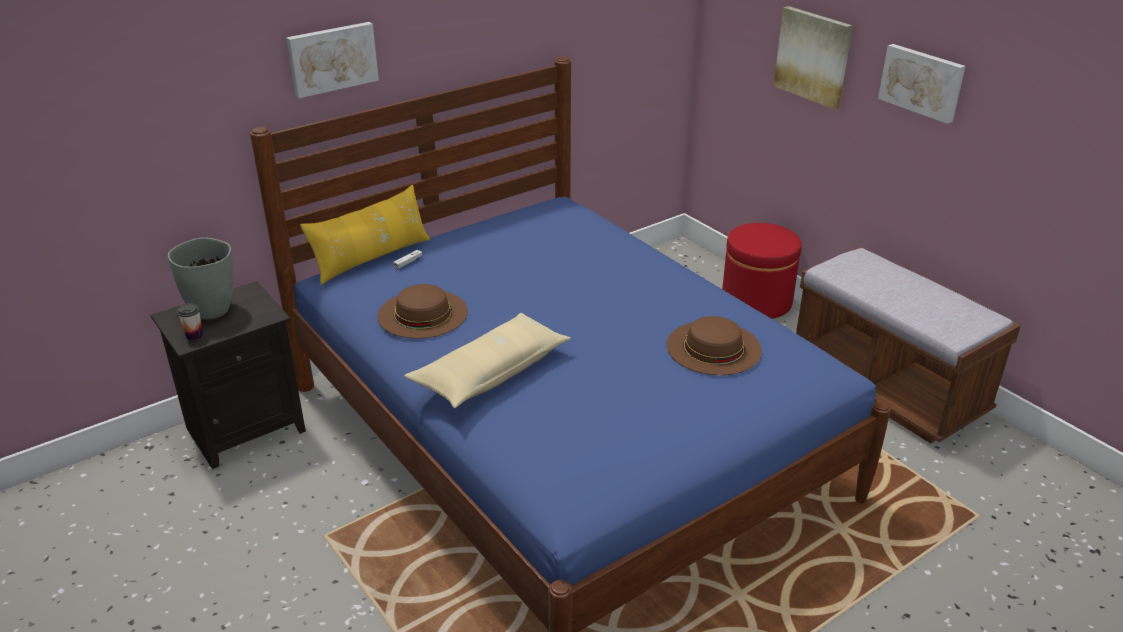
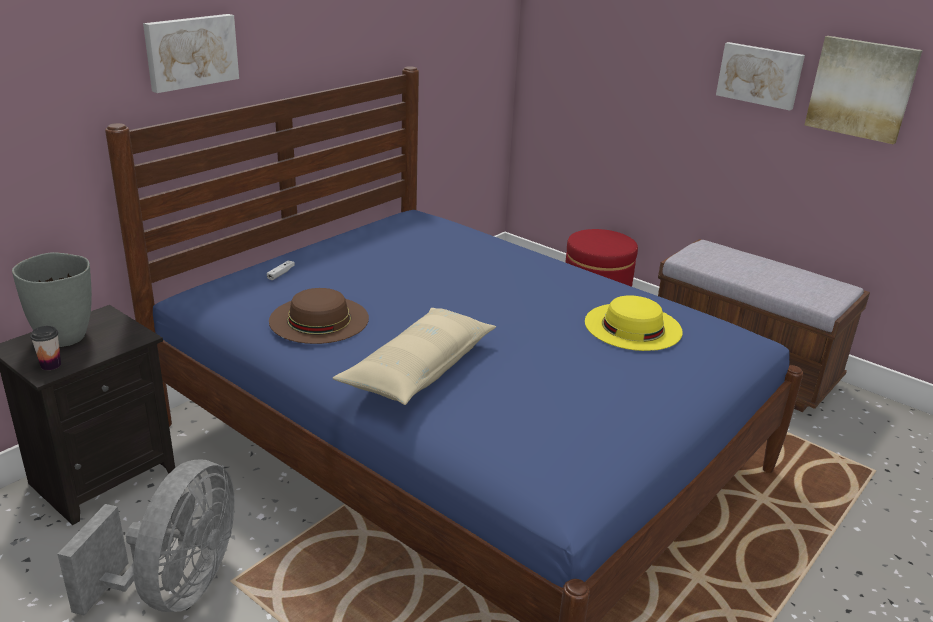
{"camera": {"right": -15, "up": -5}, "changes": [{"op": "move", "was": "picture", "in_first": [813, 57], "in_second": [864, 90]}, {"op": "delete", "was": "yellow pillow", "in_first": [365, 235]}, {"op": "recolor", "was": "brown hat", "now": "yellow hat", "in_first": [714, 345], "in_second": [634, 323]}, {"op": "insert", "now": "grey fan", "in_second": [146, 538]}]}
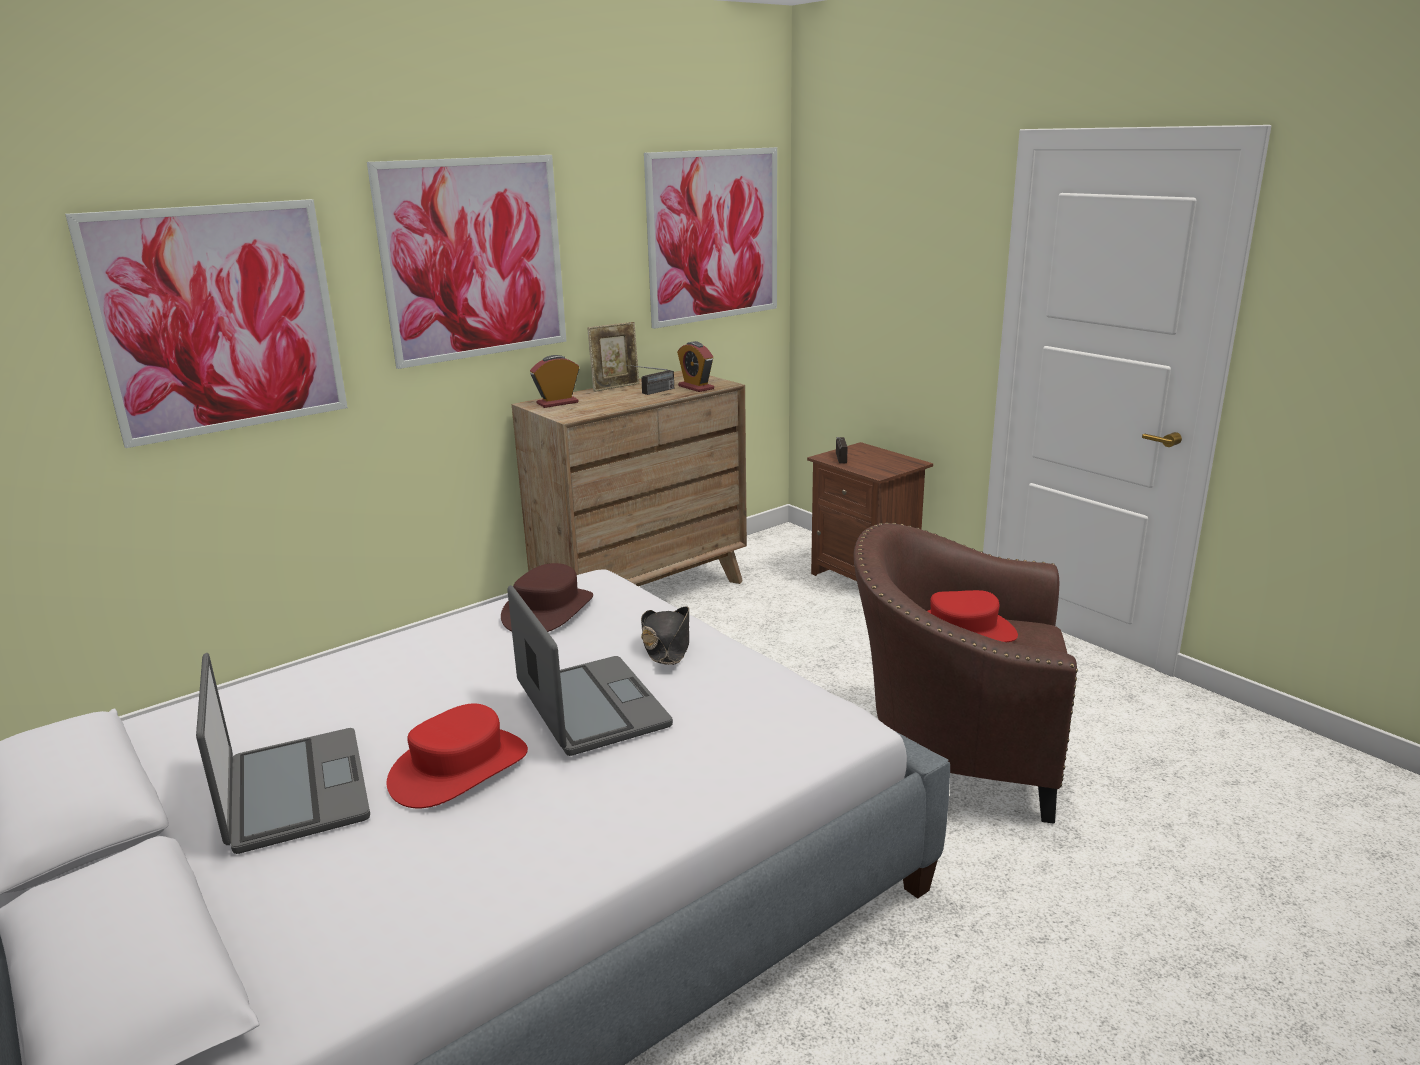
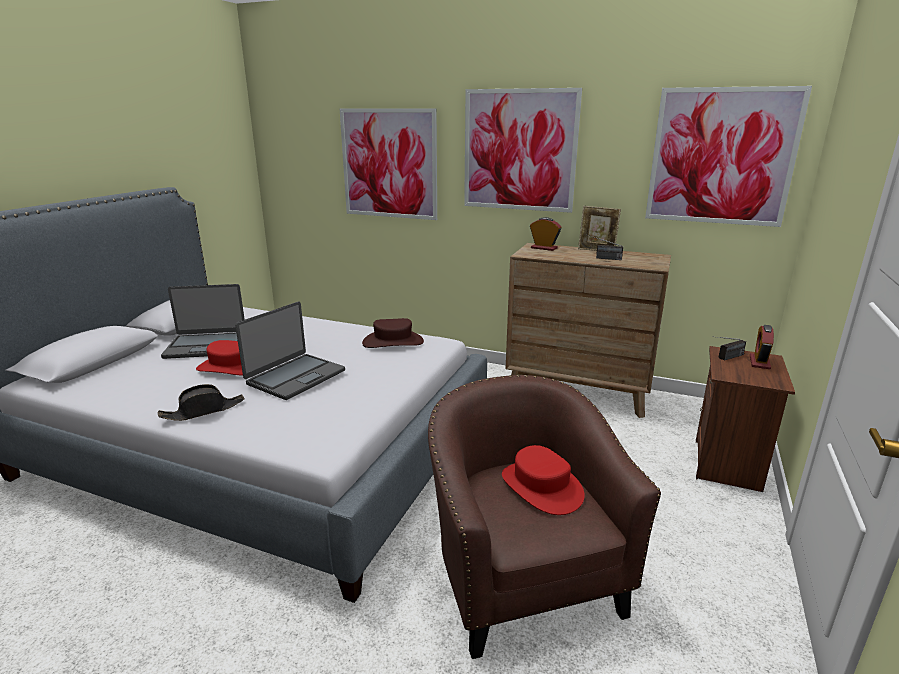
{"camera": {"right": 60, "up": 0}, "changes": [{"op": "move", "was": "alarm clock", "in_first": [695, 366], "in_second": [762, 347]}, {"op": "move", "was": "black hat", "in_first": [665, 635], "in_second": [200, 402]}, {"op": "rotate", "was": "laptop", "in_first": [283, 753], "in_second": [203, 321], "clockwise": 45}]}
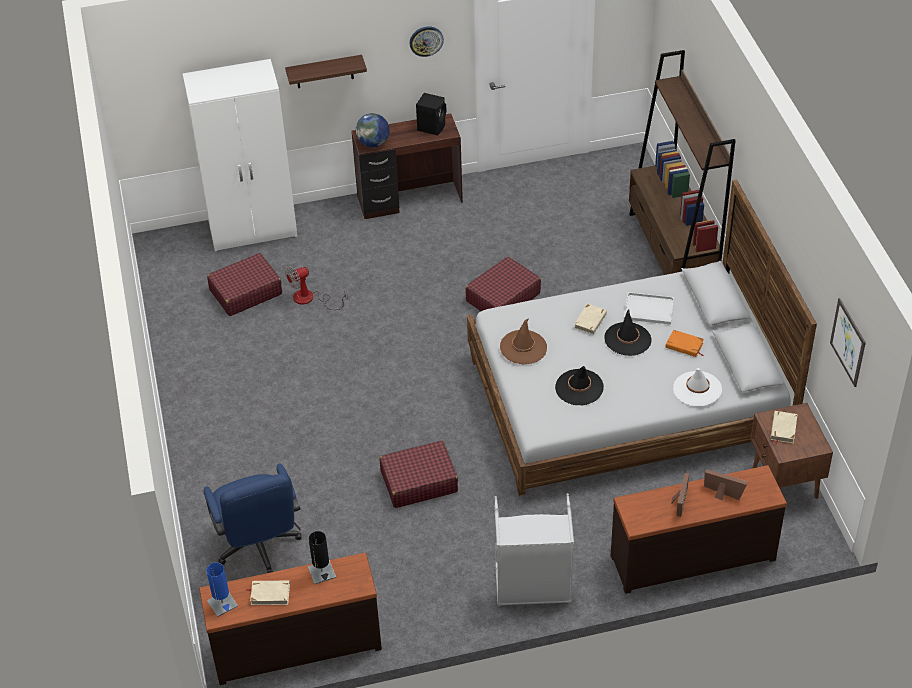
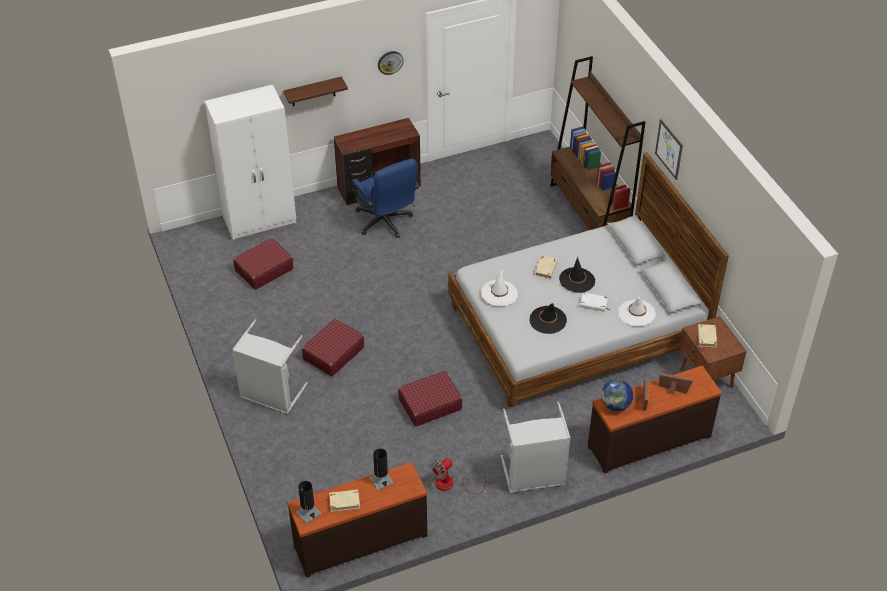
{"camera": {"right": -10, "up": 0}, "changes": [{"op": "delete", "was": "black speaker", "in_first": [431, 114]}, {"op": "move", "was": "globe", "in_first": [373, 130], "in_second": [617, 395]}, {"op": "move", "was": "red suitcase", "in_first": [503, 284], "in_second": [333, 348]}, {"op": "move", "was": "fan", "in_first": [316, 287], "in_second": [459, 476]}, {"op": "delete", "was": "white tray", "in_first": [649, 308]}, {"op": "move", "was": "picture", "in_first": [848, 342], "in_second": [669, 149]}, {"op": "recolor", "was": "brown hat", "now": "white hat", "in_first": [523, 341], "in_second": [499, 288]}, {"op": "delete", "was": "orange book", "in_first": [685, 343]}, {"op": "move", "was": "blue office chair", "in_first": [253, 518], "in_second": [386, 198]}, {"op": "recolor", "was": "blue table lamp", "now": "black table lamp", "in_first": [222, 590], "in_second": [308, 502]}, {"op": "insert", "now": "white book", "in_second": [595, 302]}, {"op": "insert", "now": "grey laundry basket", "in_second": [270, 366]}]}
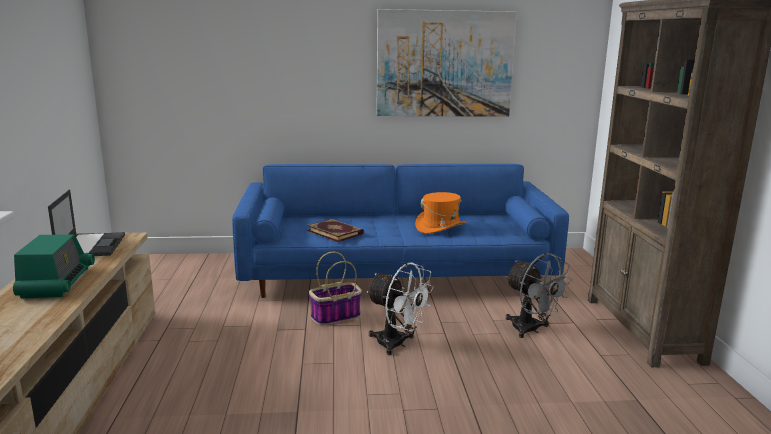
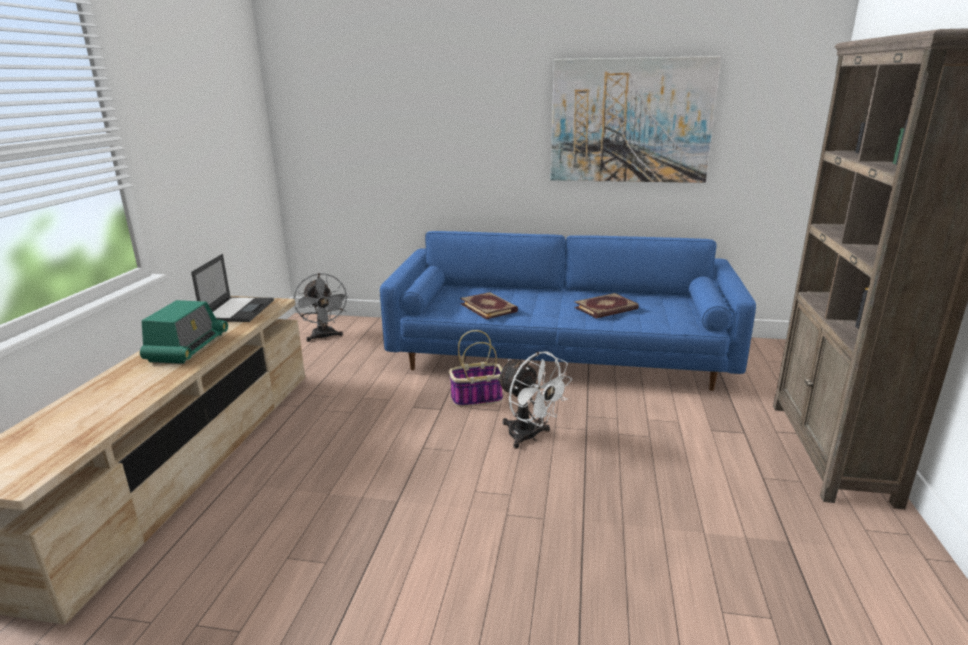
{"camera": {"right": 15, "up": 5}, "changes": [{"op": "replace", "was": "orange hat", "now": "book", "in_first": [440, 213], "in_second": [606, 305]}, {"op": "move", "was": "grey fan", "in_first": [538, 295], "in_second": [321, 307]}]}
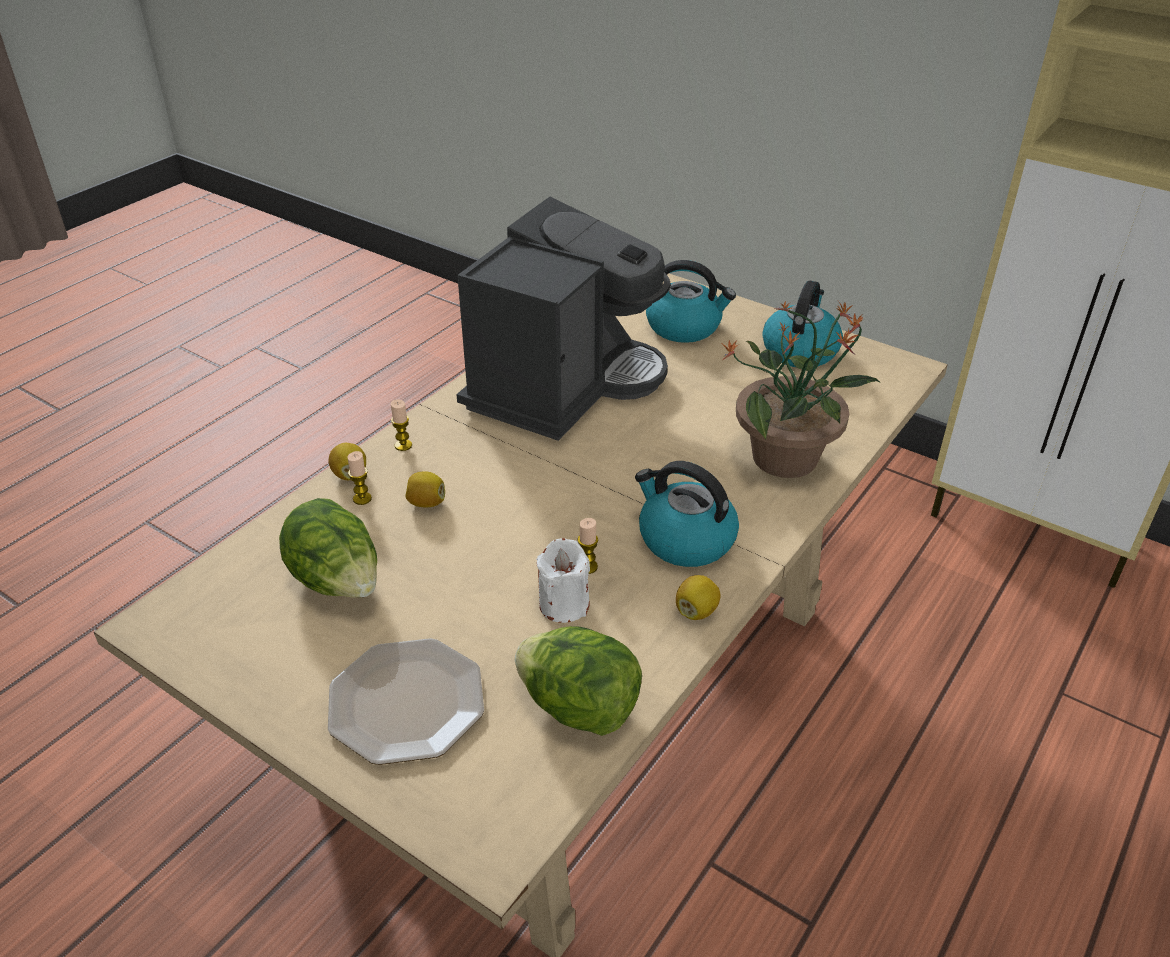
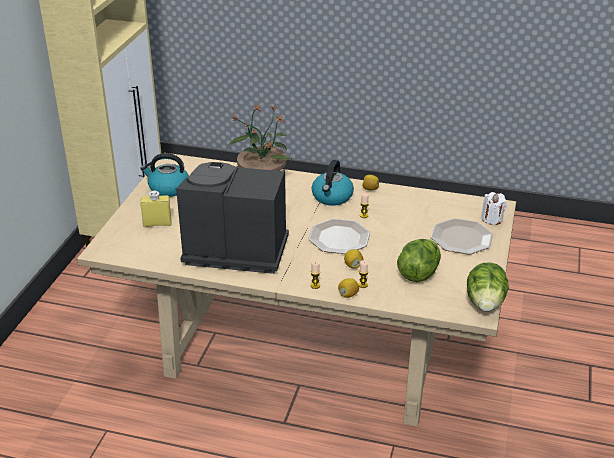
{"camera": {"right": -110, "up": -5}, "changes": [{"op": "replace", "was": "kettle", "now": "yellow bottle", "in_first": [691, 301], "in_second": [156, 208]}, {"op": "move", "was": "white candle", "in_first": [563, 580], "in_second": [494, 208]}, {"op": "move", "was": "lettuce", "in_first": [578, 681], "in_second": [488, 287]}, {"op": "insert", "now": "plate", "in_second": [339, 236]}]}
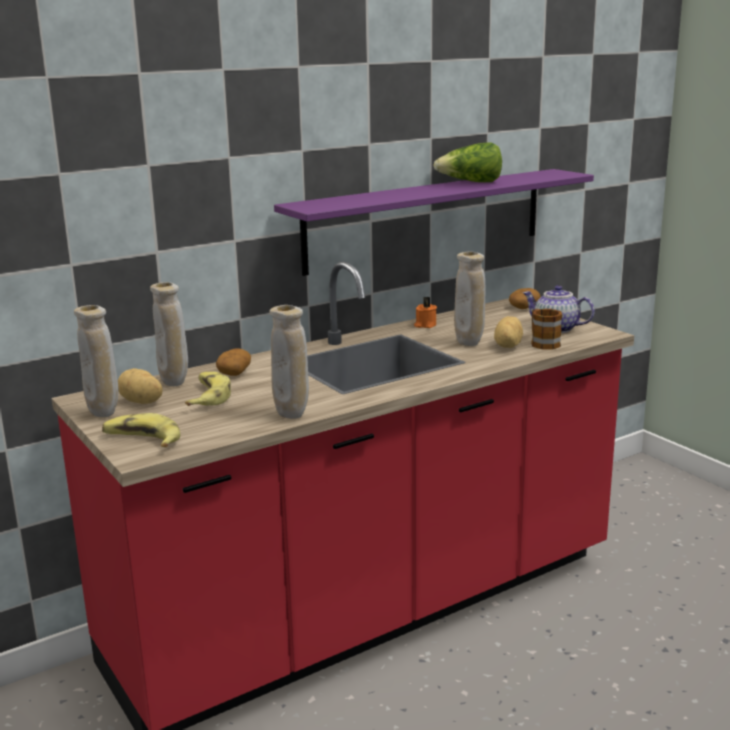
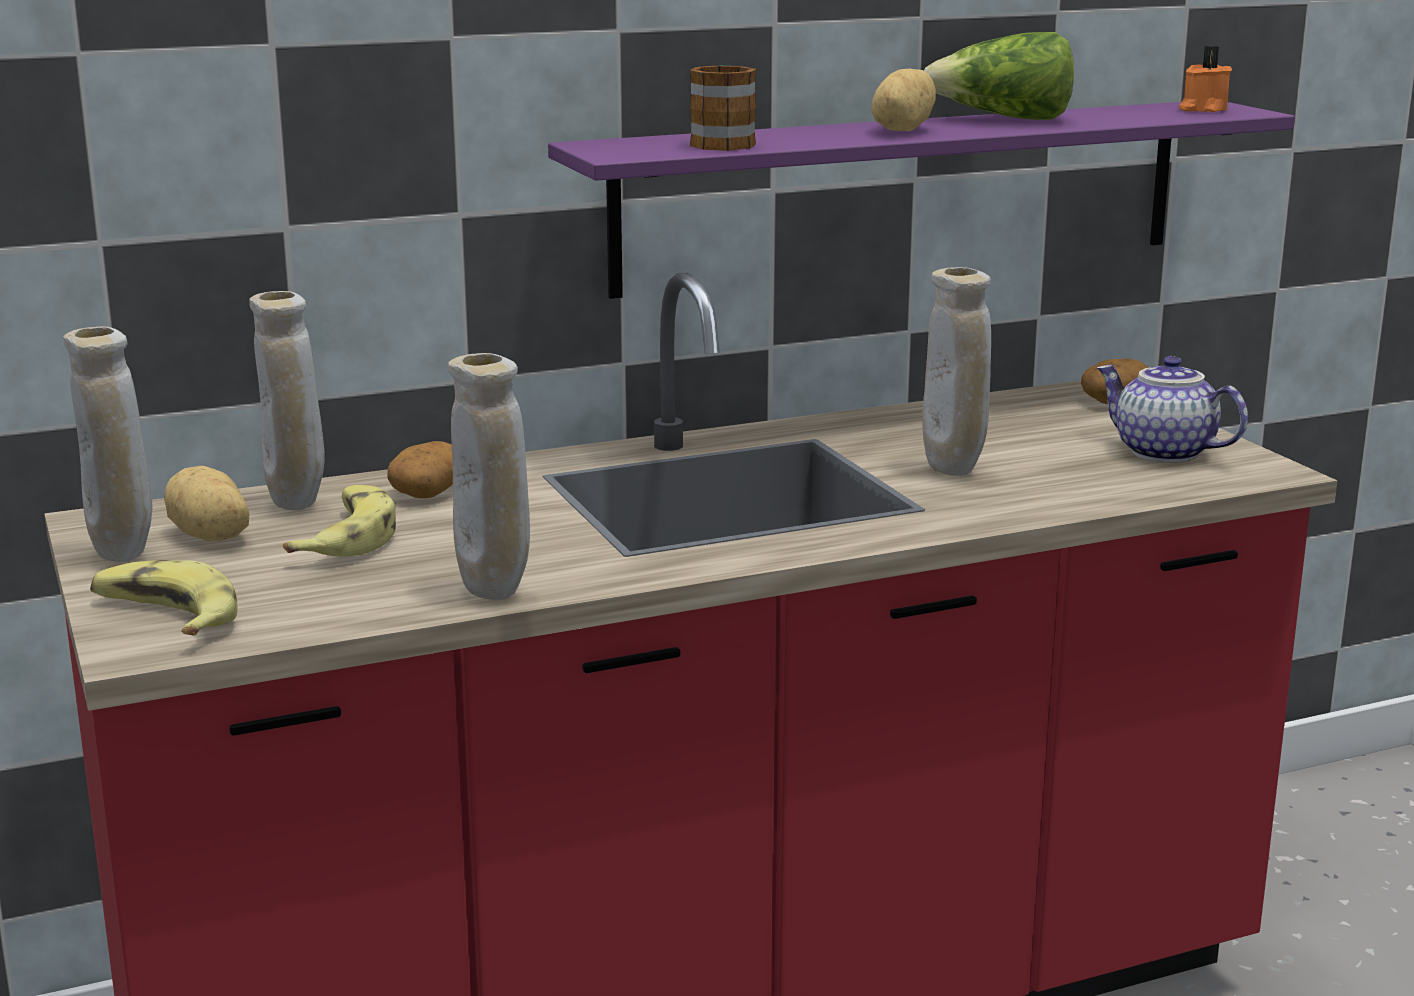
{"camera": {"right": 10, "up": 0}, "changes": [{"op": "move", "was": "orange candle", "in_first": [425, 312], "in_second": [1205, 79]}, {"op": "move", "was": "mug", "in_first": [546, 329], "in_second": [723, 108]}, {"op": "move", "was": "potato", "in_first": [508, 332], "in_second": [903, 99]}]}
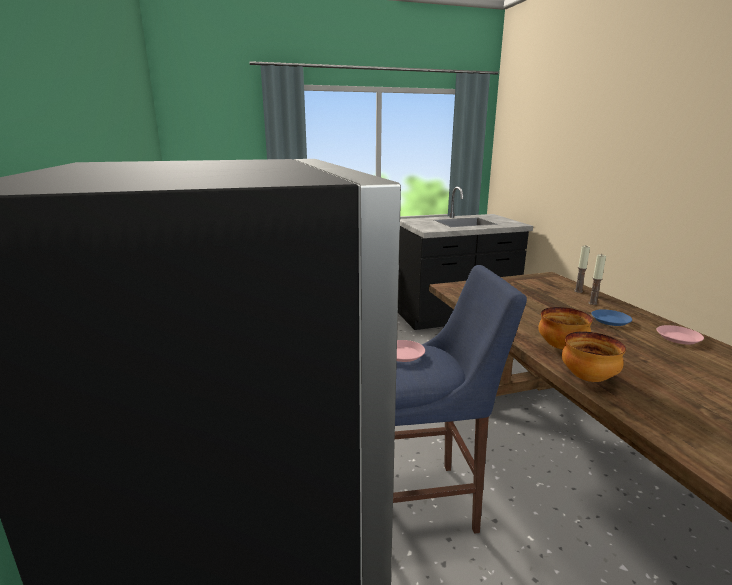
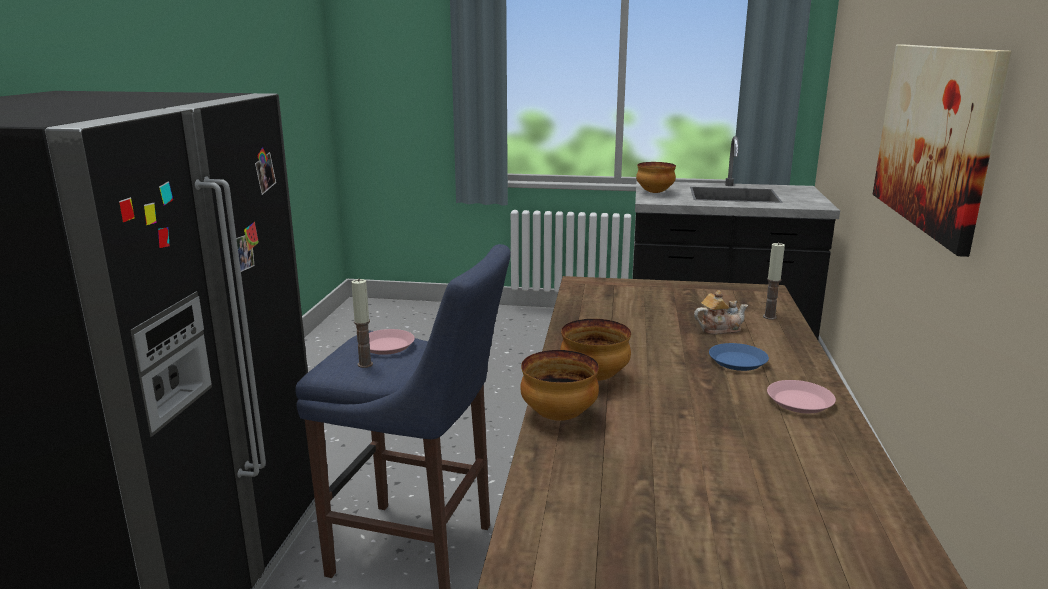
{"camera": {"right": 25, "up": 0}, "changes": [{"op": "move", "was": "candle", "in_first": [597, 279], "in_second": [362, 323]}, {"op": "insert", "now": "picture", "in_second": [942, 151]}, {"op": "insert", "now": "bowl", "in_second": [656, 177]}, {"op": "insert", "now": "teapot", "in_second": [721, 312]}]}
